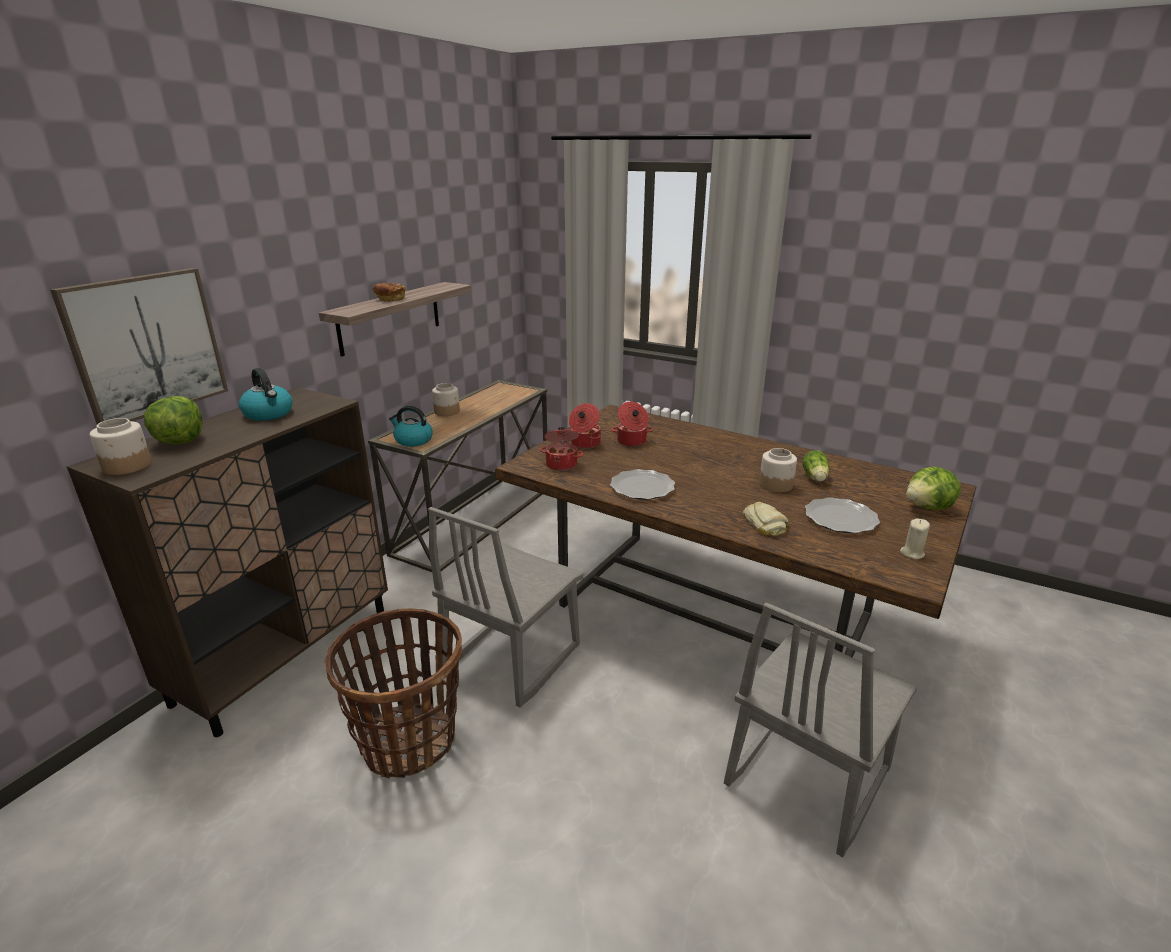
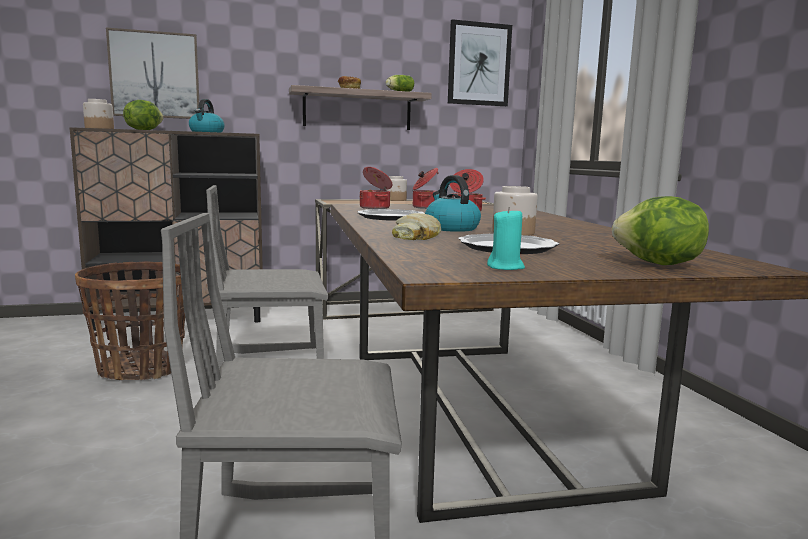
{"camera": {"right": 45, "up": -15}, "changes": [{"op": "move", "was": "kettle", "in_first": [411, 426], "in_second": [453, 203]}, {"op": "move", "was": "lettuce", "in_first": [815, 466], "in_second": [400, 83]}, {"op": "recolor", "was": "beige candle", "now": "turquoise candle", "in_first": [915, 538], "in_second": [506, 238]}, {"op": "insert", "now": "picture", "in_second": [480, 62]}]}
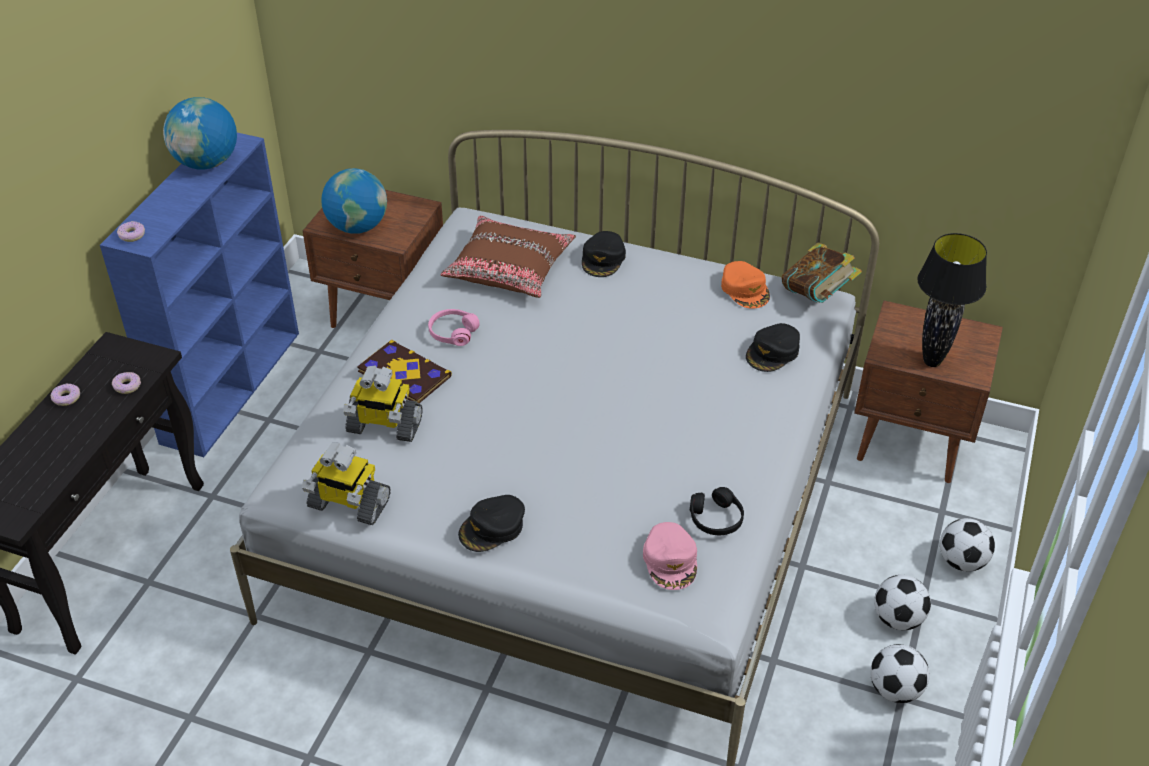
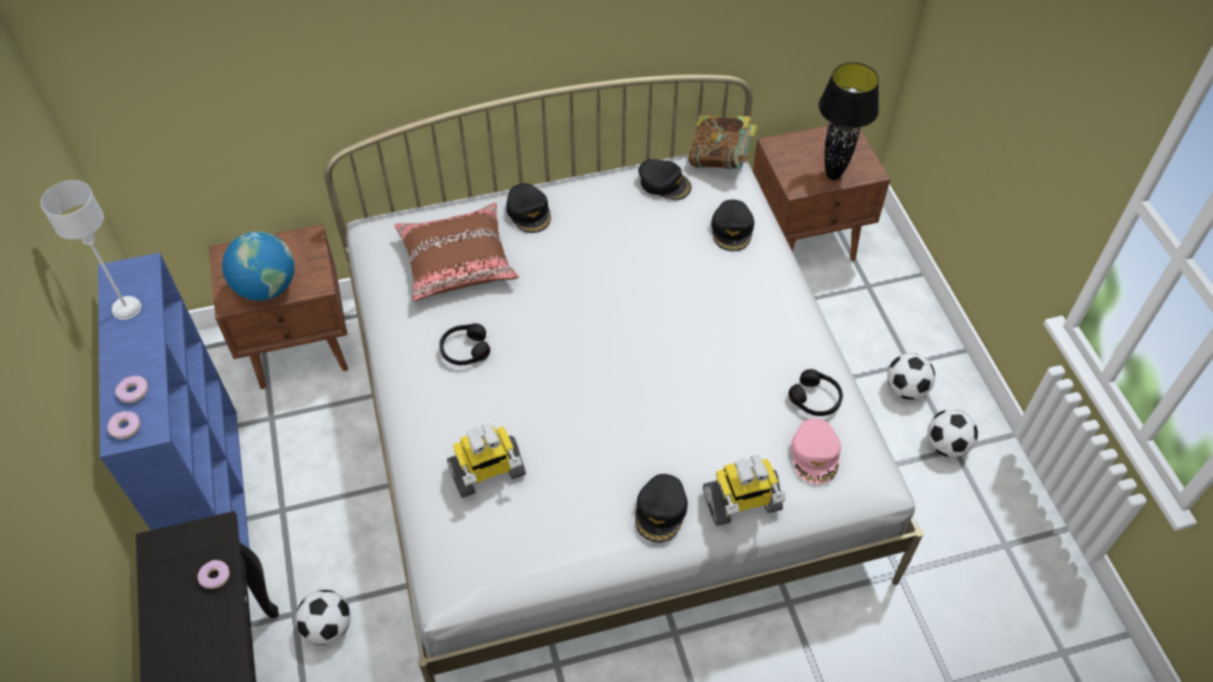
{"camera": {"right": -35, "up": 10}, "changes": [{"op": "replace", "was": "globe", "now": "grey table lamp", "in_first": [200, 133], "in_second": [91, 250]}, {"op": "recolor", "was": "orange cap", "now": "black cap", "in_first": [745, 285], "in_second": [664, 179]}, {"op": "recolor", "was": "pink headphones", "now": "black headphones", "in_first": [454, 327], "in_second": [464, 344]}, {"op": "delete", "was": "book", "in_first": [404, 371]}, {"op": "move", "was": "donut", "in_first": [65, 394], "in_second": [131, 389]}, {"op": "move", "was": "toy robot", "in_first": [346, 484], "in_second": [744, 490]}, {"op": "move", "was": "football", "in_first": [967, 545], "in_second": [323, 617]}, {"op": "rotate", "was": "pink cap", "in_first": [670, 556], "in_second": [815, 451], "clockwise": 45}]}
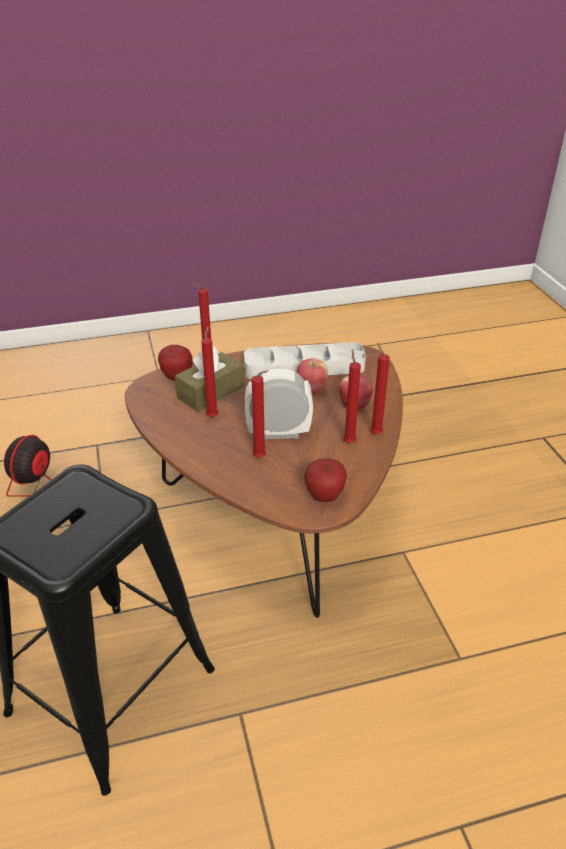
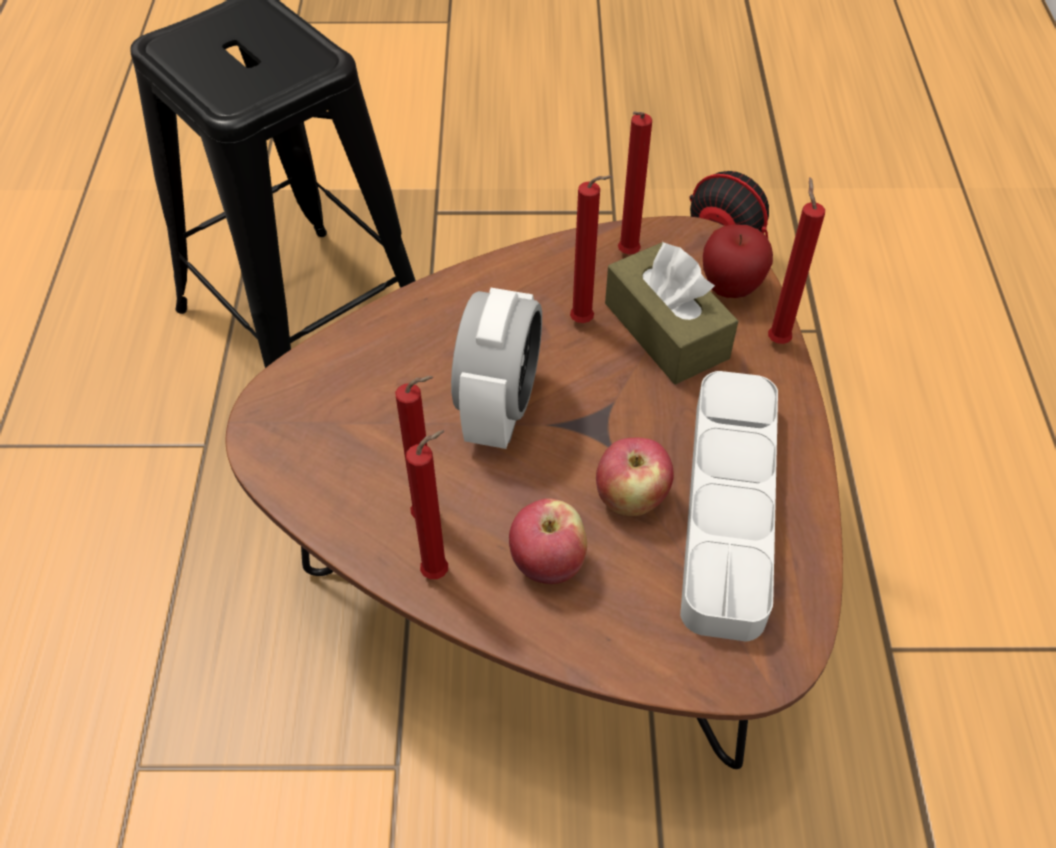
{"camera": {"right": 105, "up": 15}, "changes": [{"op": "move", "was": "red candle", "in_first": [260, 414], "in_second": [635, 183]}, {"op": "delete", "was": "apple", "in_first": [325, 480]}]}
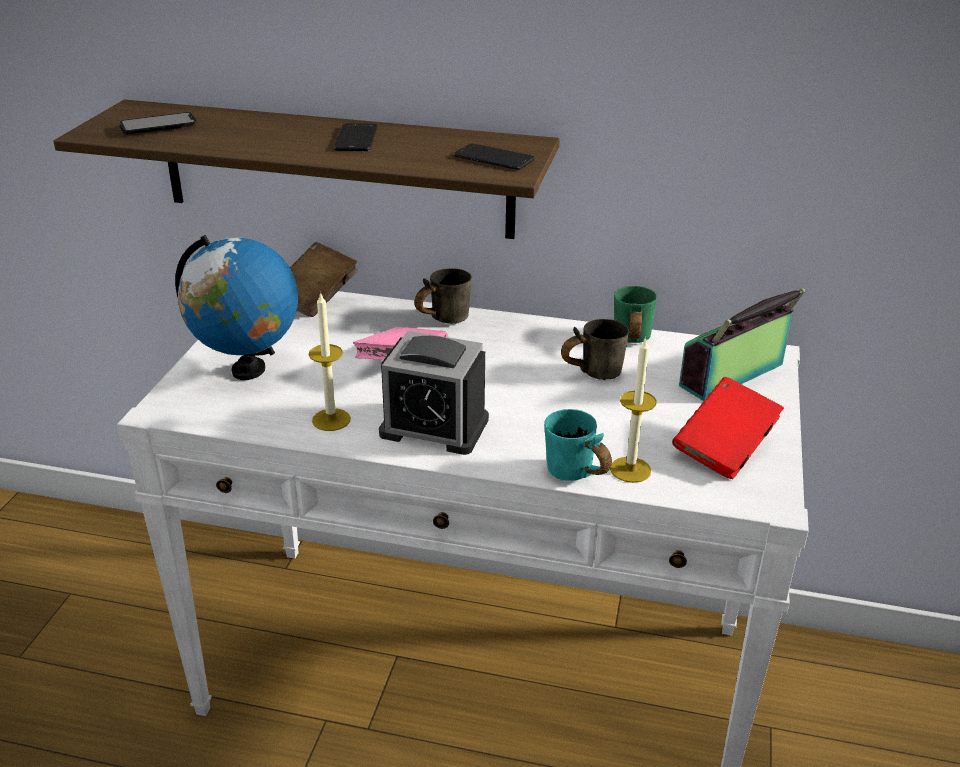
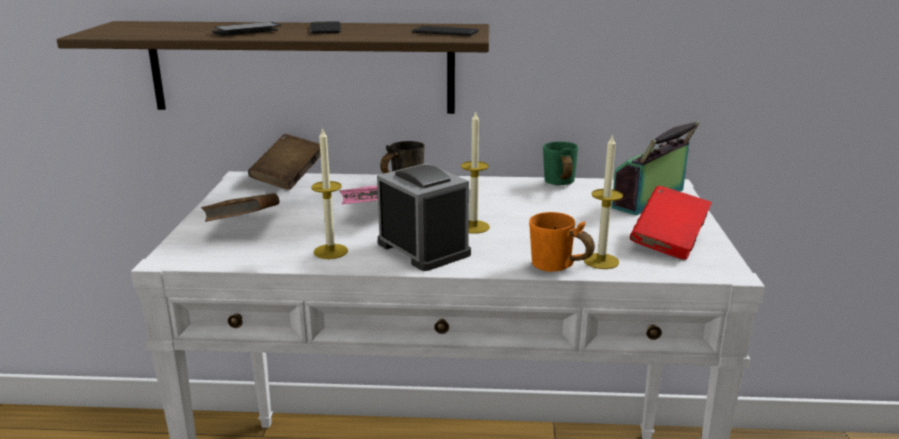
{"camera": {"right": -10, "up": -10}, "changes": [{"op": "move", "was": "phone", "in_first": [158, 123], "in_second": [247, 29]}, {"op": "replace", "was": "globe", "now": "brown book", "in_first": [236, 307], "in_second": [240, 207]}, {"op": "delete", "was": "grey mug", "in_first": [595, 349]}, {"op": "rotate", "was": "alarm clock", "in_first": [434, 393], "in_second": [424, 217], "clockwise": -135}, {"op": "recolor", "was": "turquoise mug", "now": "orange mug", "in_first": [578, 445], "in_second": [562, 242]}, {"op": "insert", "now": "candle", "in_second": [475, 172]}]}
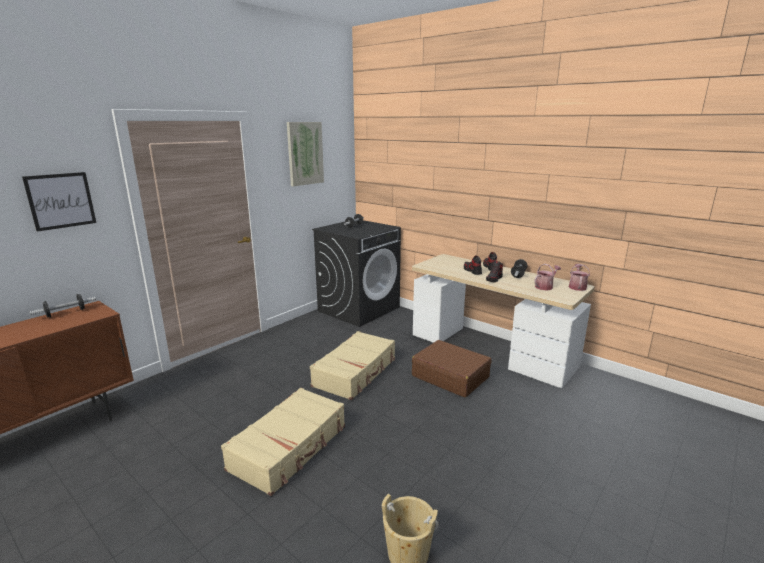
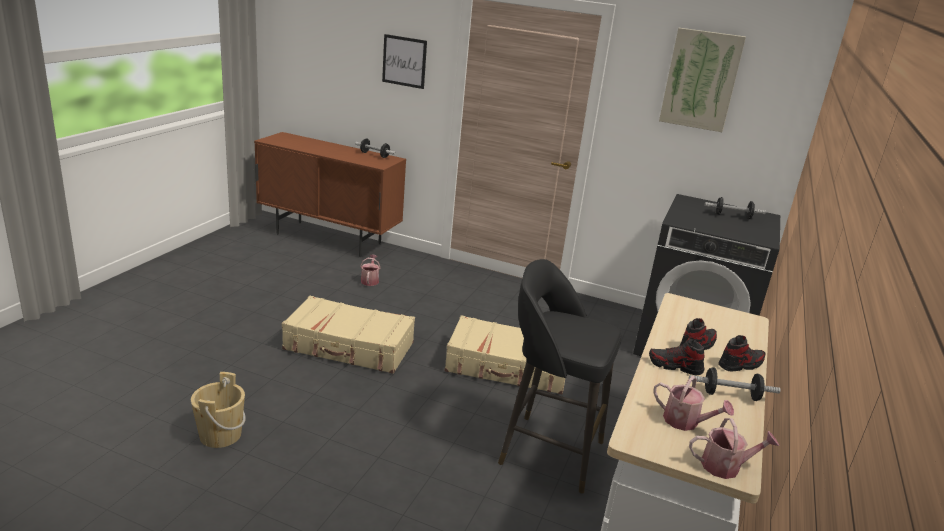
{"camera": {"right": 70, "up": 5}, "changes": [{"op": "replace", "was": "brown suitcase", "now": "black stool", "in_first": [451, 368], "in_second": [560, 376]}, {"op": "insert", "now": "watering can", "in_second": [370, 270]}]}
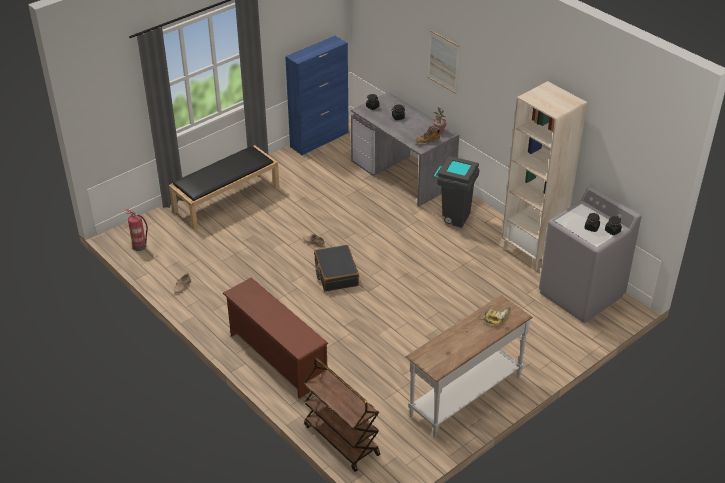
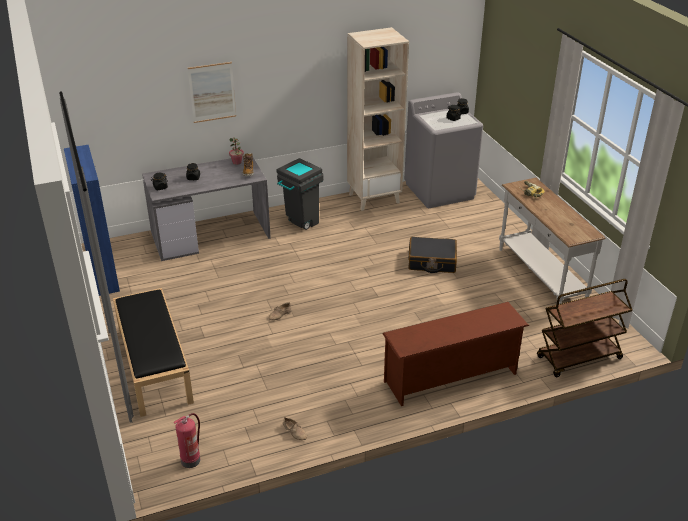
{"camera": {"right": -70, "up": -5}, "changes": [{"op": "move", "was": "black suitcase", "in_first": [336, 268], "in_second": [432, 255]}]}
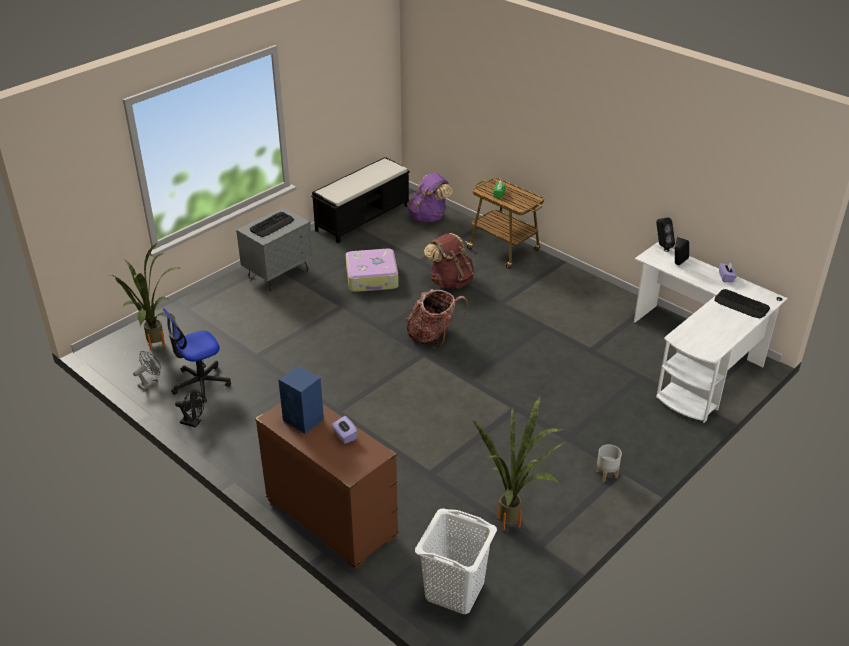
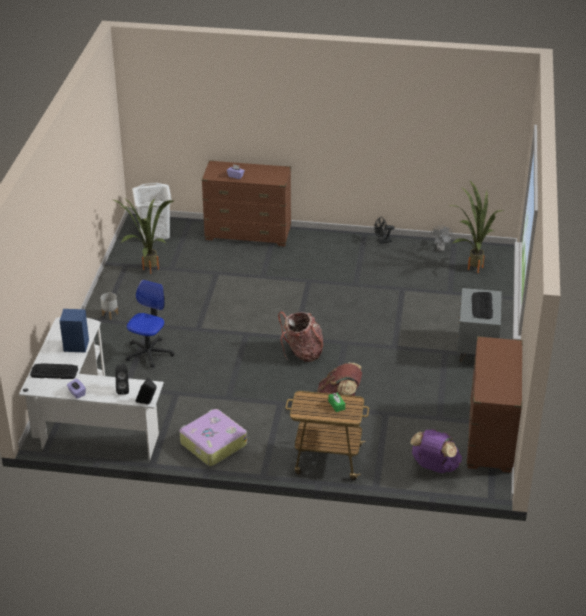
{"camera": {"right": 145, "up": 0}, "changes": [{"op": "replace", "was": "black bench", "now": "brown dresser", "in_first": [360, 200], "in_second": [495, 404]}, {"op": "move", "was": "suitcase", "in_first": [372, 270], "in_second": [213, 437]}, {"op": "move", "was": "office chair", "in_first": [196, 355], "in_second": [150, 324]}, {"op": "move", "was": "blue speaker", "in_first": [301, 400], "in_second": [74, 331]}]}
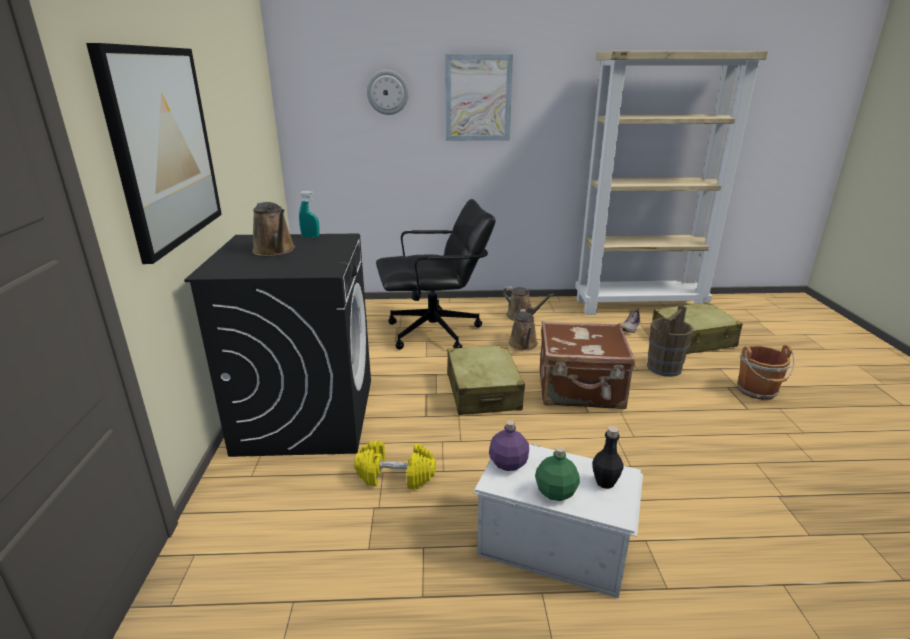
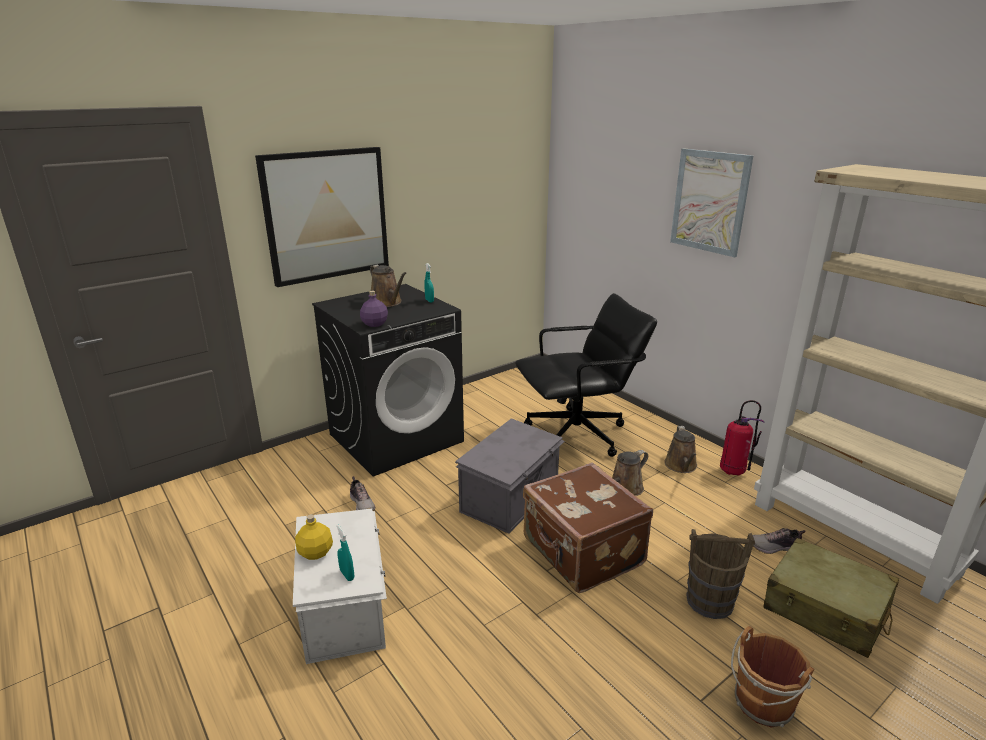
{"camera": {"right": 55, "up": 0}, "changes": [{"op": "delete", "was": "wall clock", "in_first": [388, 92]}, {"op": "rotate", "was": "black office chair", "in_first": [436, 274], "in_second": [586, 375], "clockwise": -60}, {"op": "rotate", "was": "brown watering can", "in_first": [273, 229], "in_second": [388, 286], "clockwise": -60}, {"op": "replace", "was": "beige suitcase", "now": "grey storage box", "in_first": [486, 380], "in_second": [510, 476]}, {"op": "move", "was": "purple bottle", "in_first": [509, 445], "in_second": [374, 309]}, {"op": "replace", "was": "black bottle", "now": "turquoise spray bottle", "in_first": [608, 457], "in_second": [345, 552]}, {"op": "replace", "was": "yellow dumbbell", "now": "shoe", "in_first": [395, 465], "in_second": [362, 493]}, {"op": "recolor", "was": "green bottle", "now": "yellow bottle", "in_first": [557, 473], "in_second": [314, 537]}, {"op": "insert", "now": "fire extinguisher", "in_second": [742, 437]}]}
